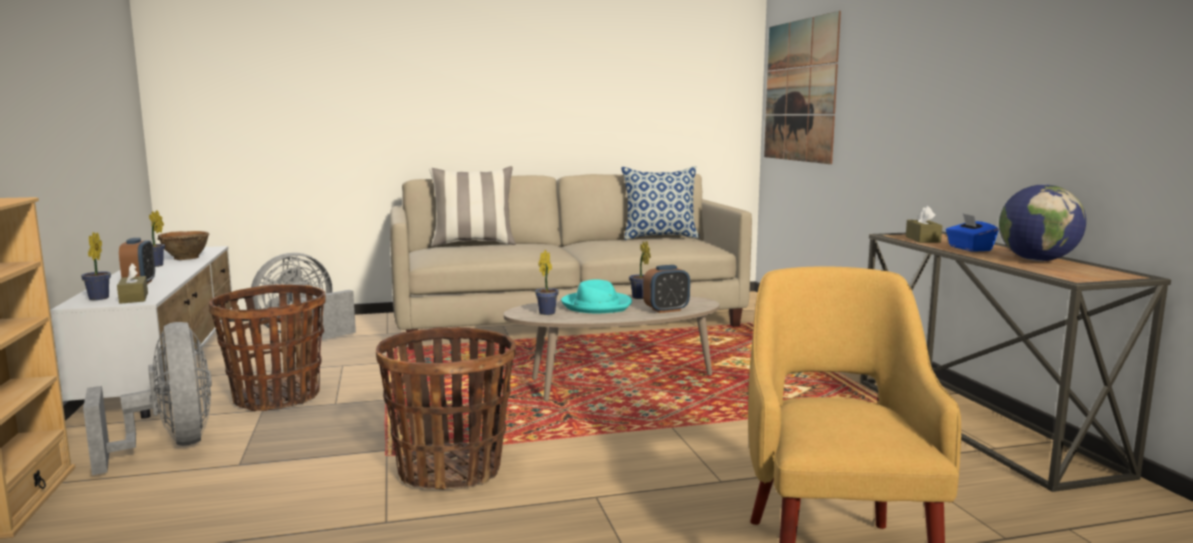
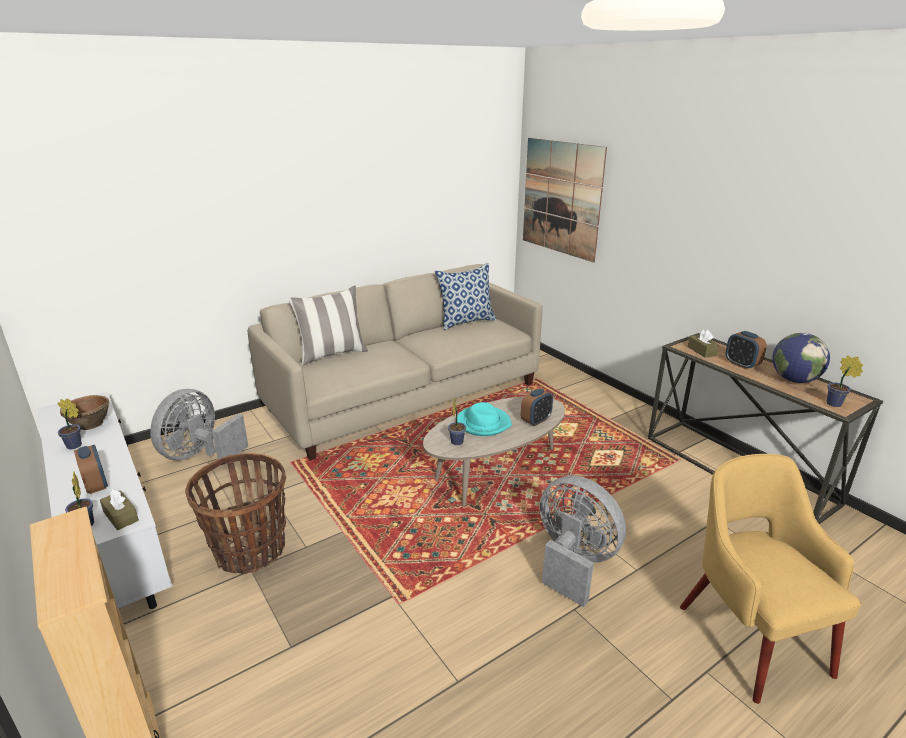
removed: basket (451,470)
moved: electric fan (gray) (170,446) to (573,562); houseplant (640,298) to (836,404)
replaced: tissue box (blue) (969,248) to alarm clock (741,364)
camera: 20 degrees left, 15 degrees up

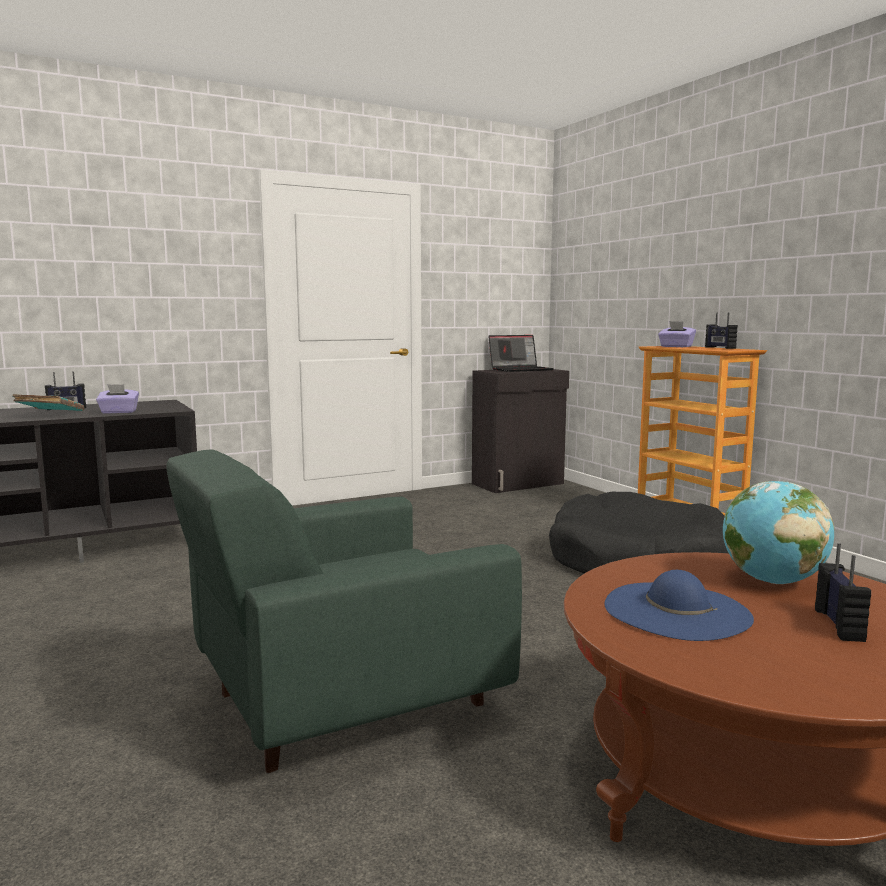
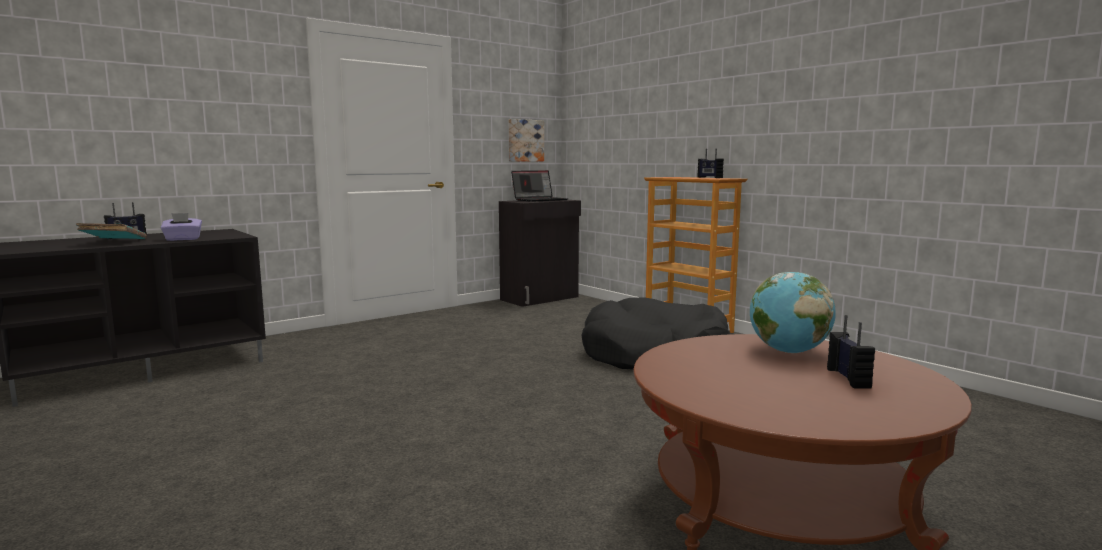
removed: easy chair (green-coloured) (341,701); clothing hat (blue) (676,610); tissue box (purple-coloured) (676,346)
added: picture (525,140)
camera: 10 degrees left, 0 degrees up

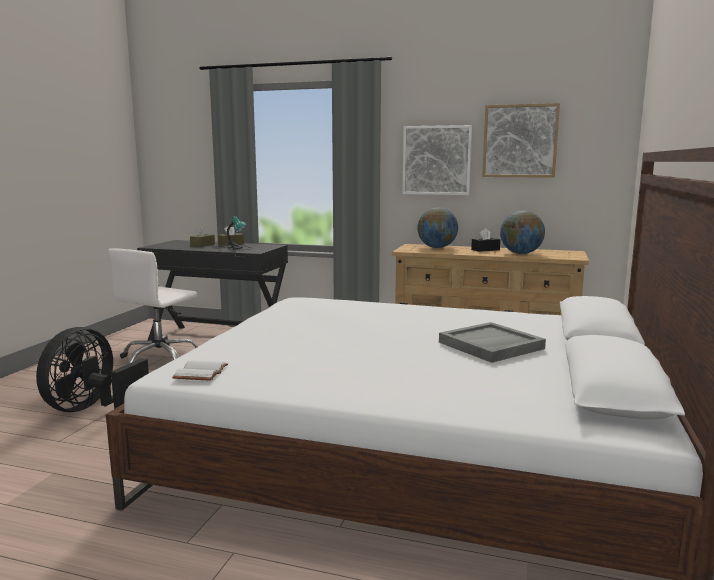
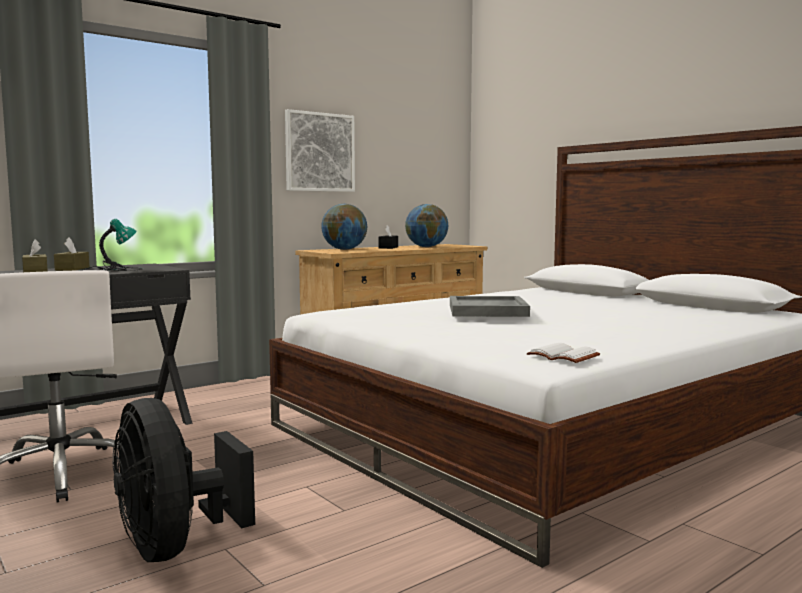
removed: picture (520,141)
moved: carrying tray (gray) (491,346) to (488,311)
camera: 55 degrees left, 5 degrees down

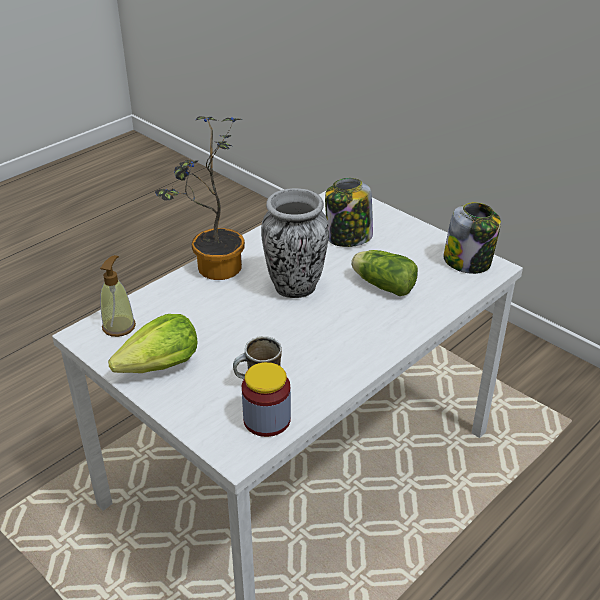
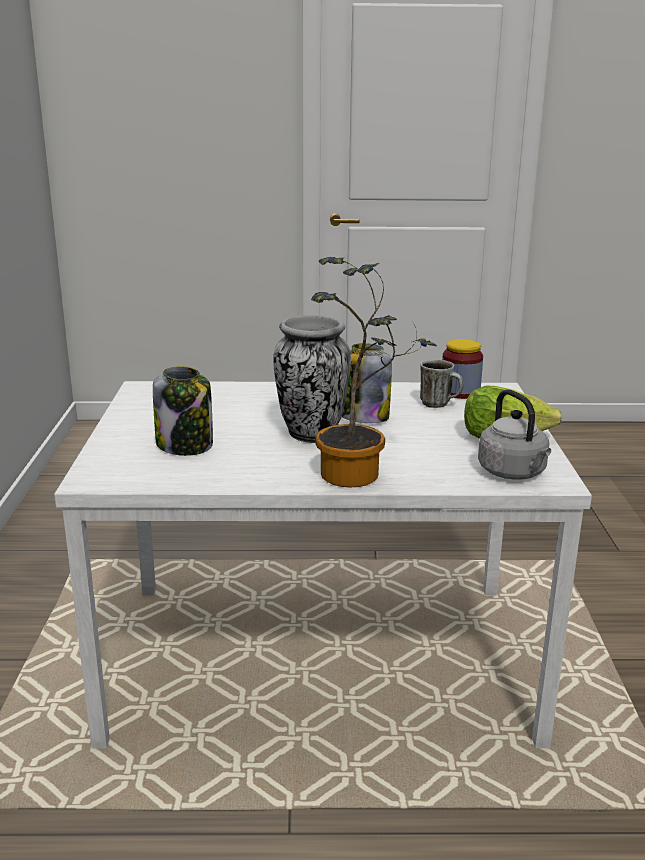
removed: lettuce (382,284)
moved: storage jar (468,262) to (363,417)
replaced: liquid soap bottle (119,326) to tea kettle (gray) (514,473)
camera: 135 degrees left, 15 degrees down

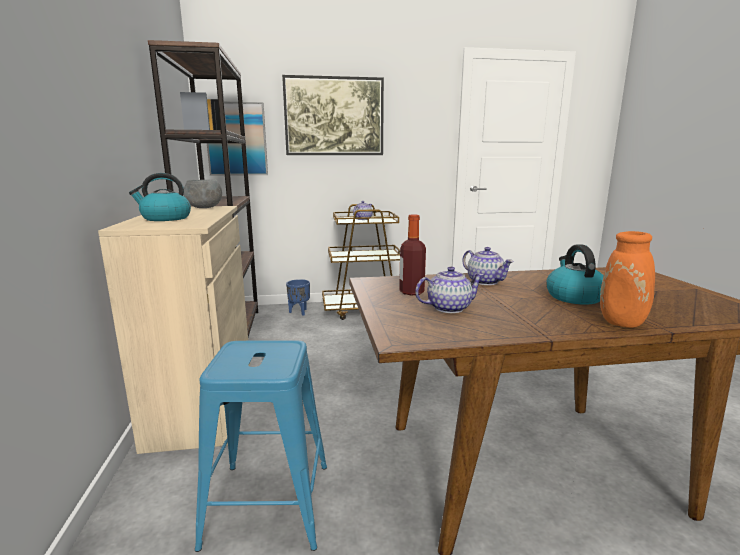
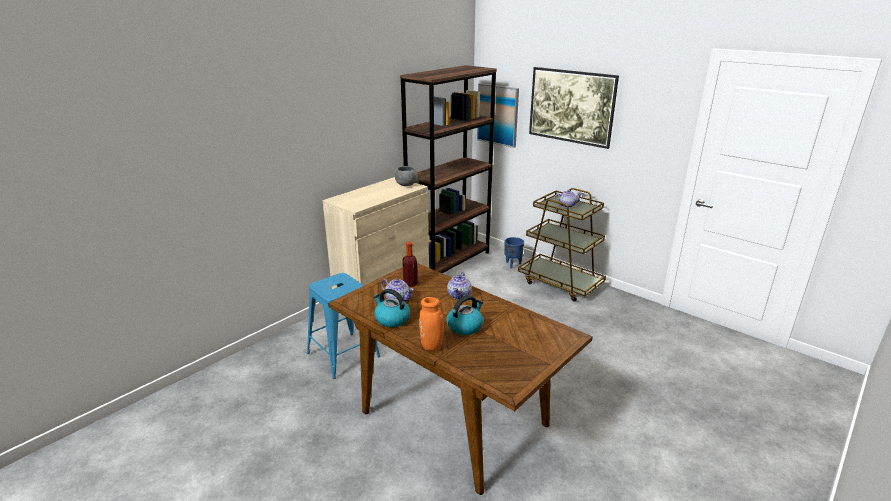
moved: tea kettle (165,218) to (391,319)
camera: 50 degrees right, 10 degrees up

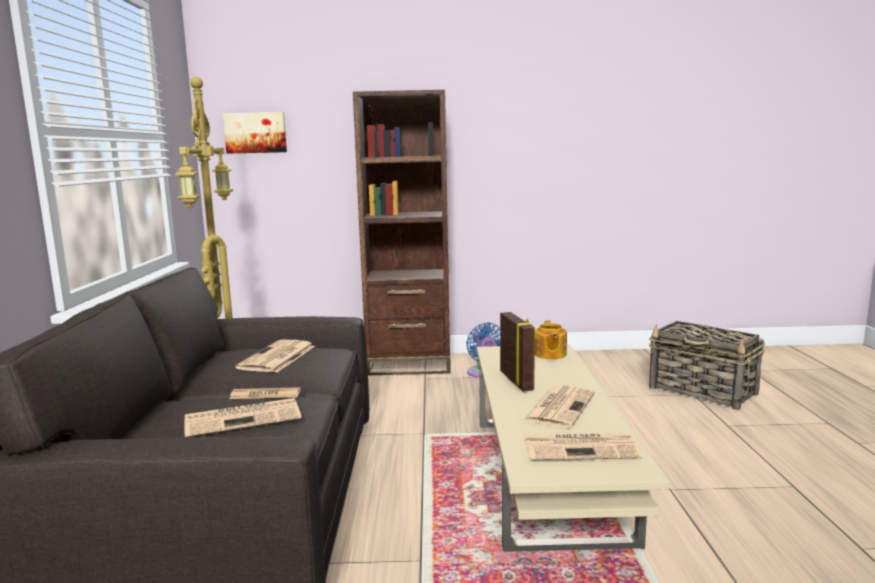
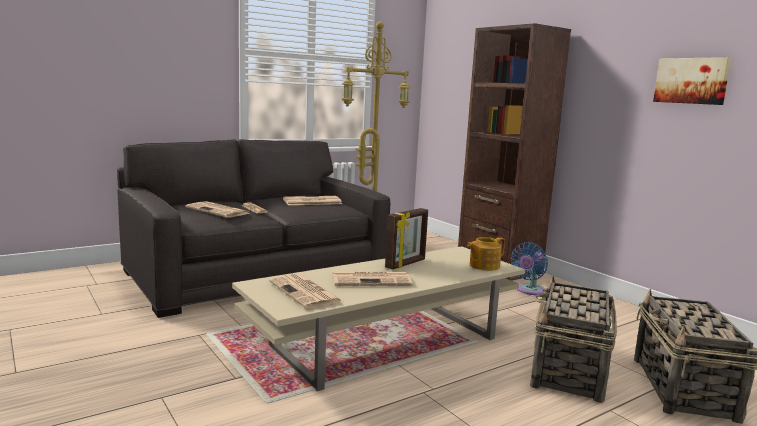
added: basket (568,371)
moved: picture (255,133) to (691,81)
camera: 55 degrees right, 0 degrees up

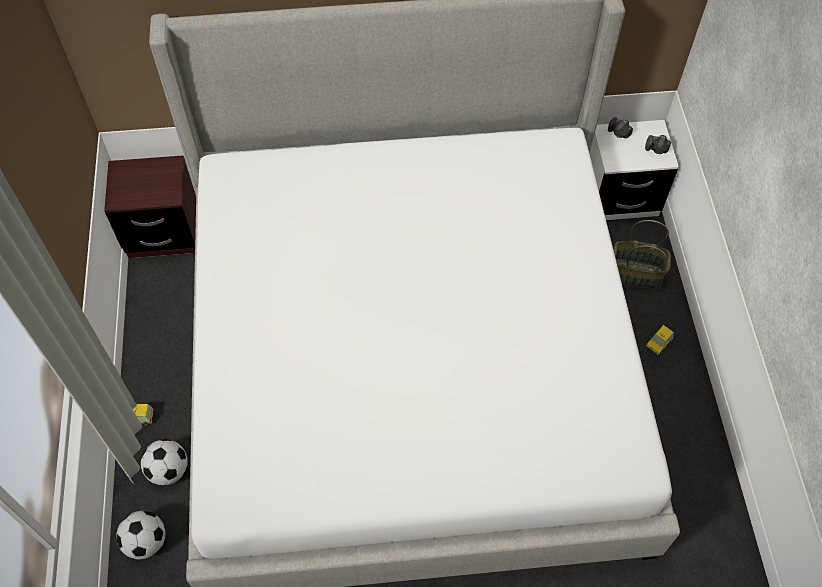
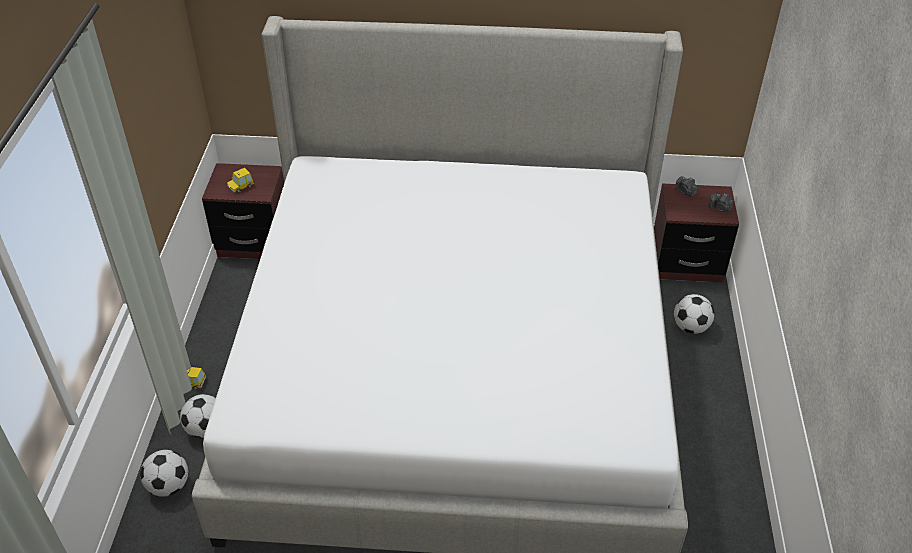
moved: model car (658,343) to (240,186)
replaced: basket (634,274) to ball for football (690,327)
recoloured: night table (white-coloured) (619,197) to night table (brown-coloured) (686,263)
camera: 10 degrees right, 15 degrees down

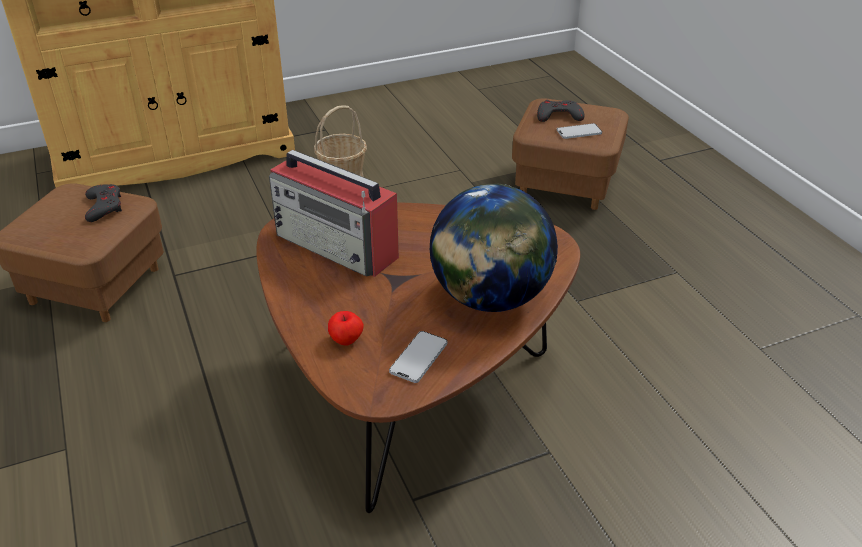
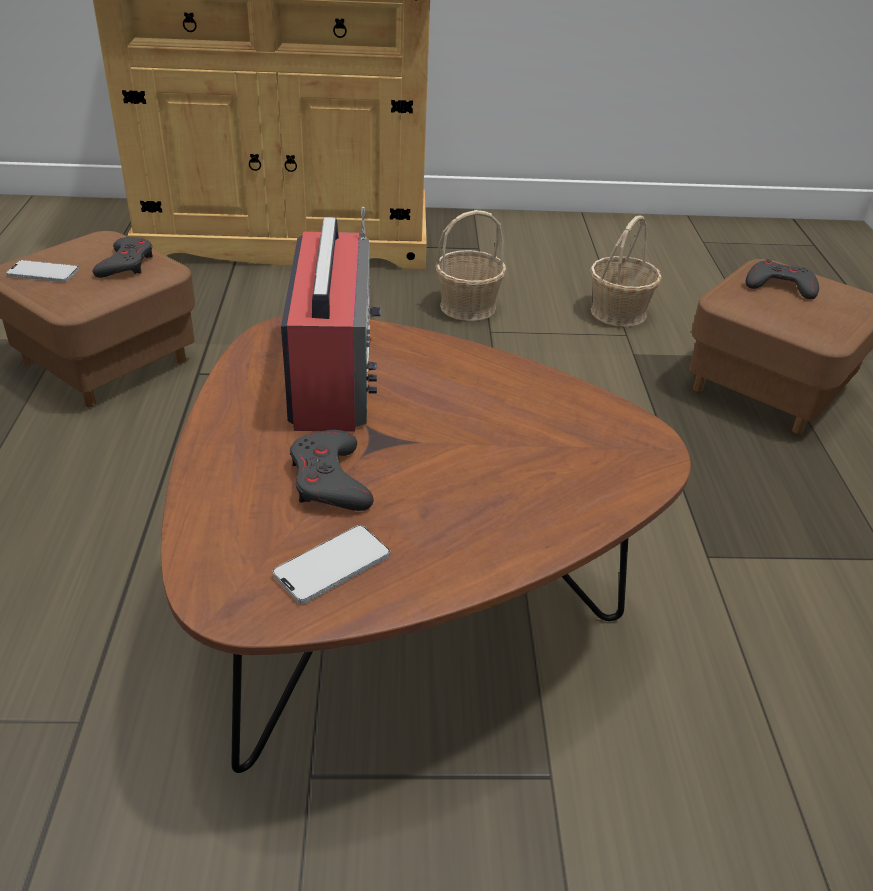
removed: whole apple (346,340); world globe (490,298)
added: gamepad (gray) (330,480); basket (619,312)
moved: phone (579,132) to (43,273)
turned: radio (338,246) = (332,373) 150 degrees counterclockwise
camera: 20 degrees right, 0 degrees up

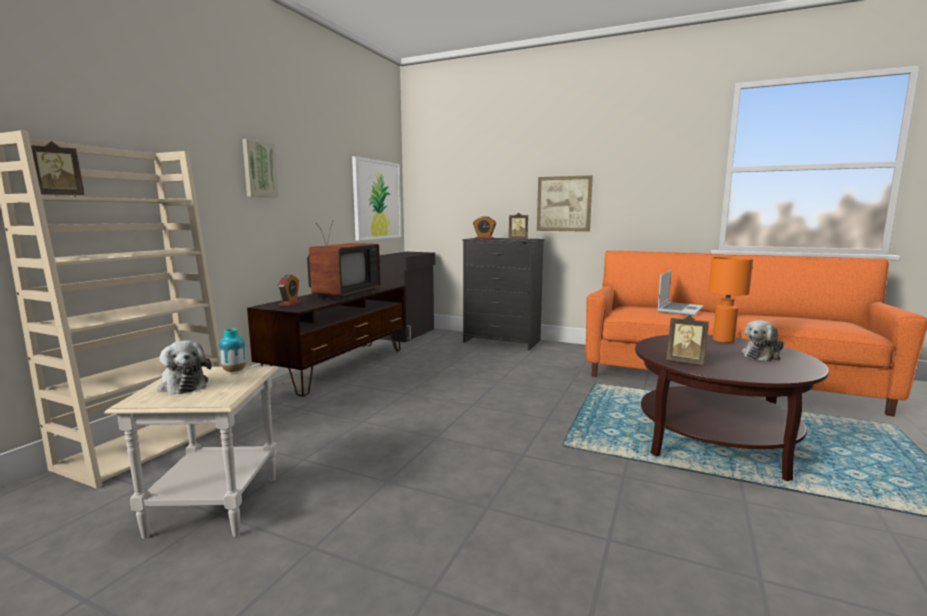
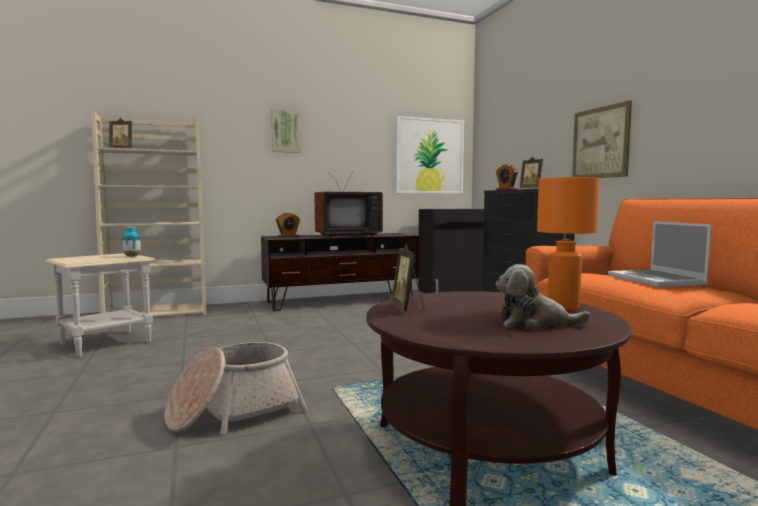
removed: soft toy (183,385)
added: basket (234,411)
turned: laptop (679,310) = (657,280) 90 degrees clockwise
camera: 45 degrees right, 5 degrees down

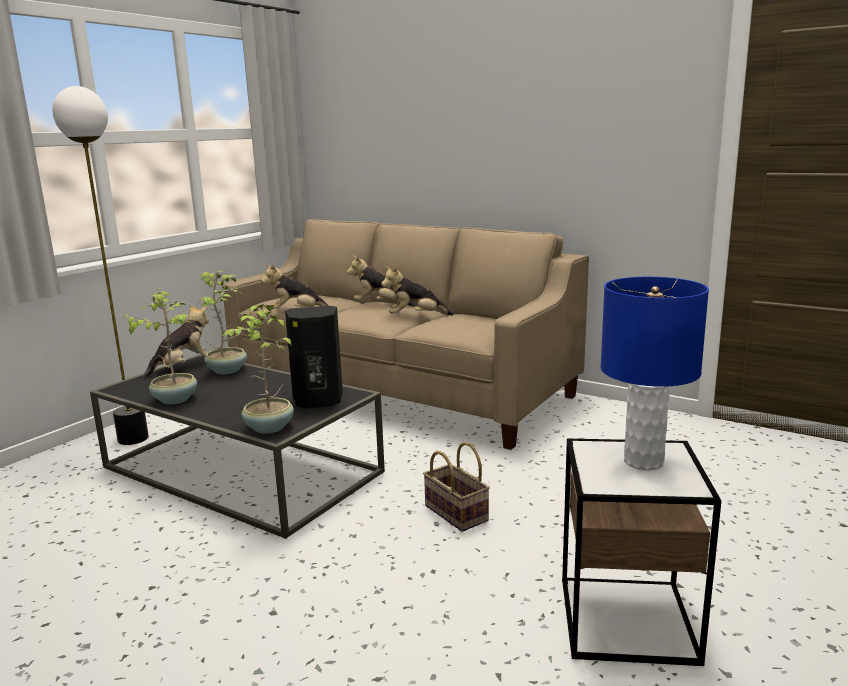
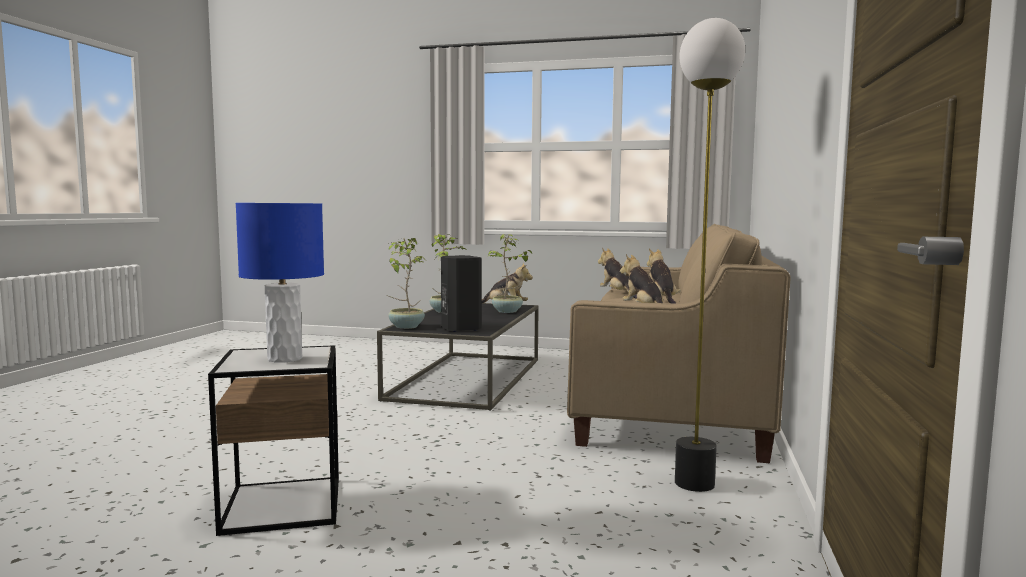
removed: basket (454,513)
moved: floor lamp (133,438) to (695,483)
camera: 70 degrees right, 10 degrees down

